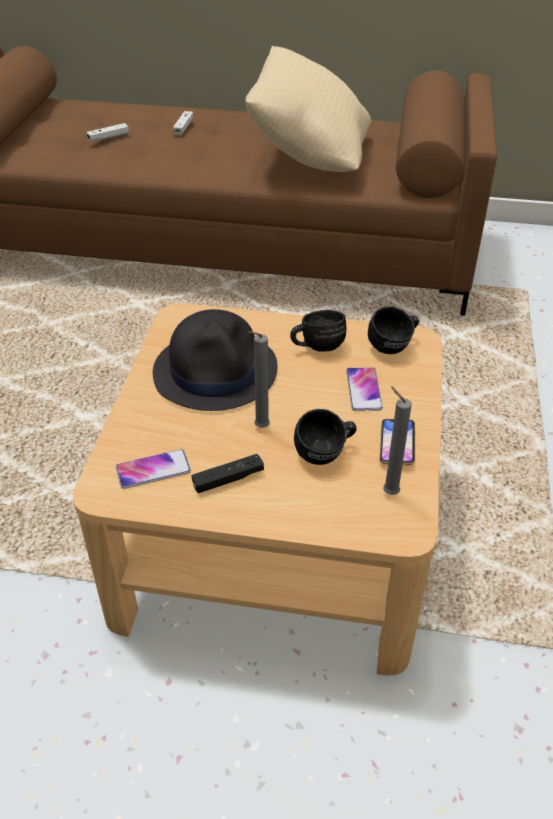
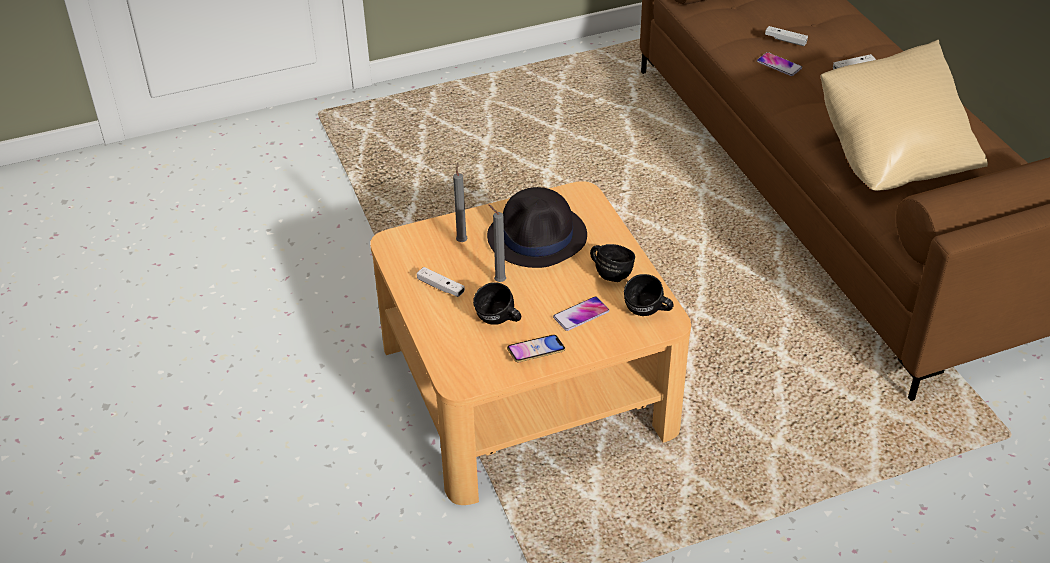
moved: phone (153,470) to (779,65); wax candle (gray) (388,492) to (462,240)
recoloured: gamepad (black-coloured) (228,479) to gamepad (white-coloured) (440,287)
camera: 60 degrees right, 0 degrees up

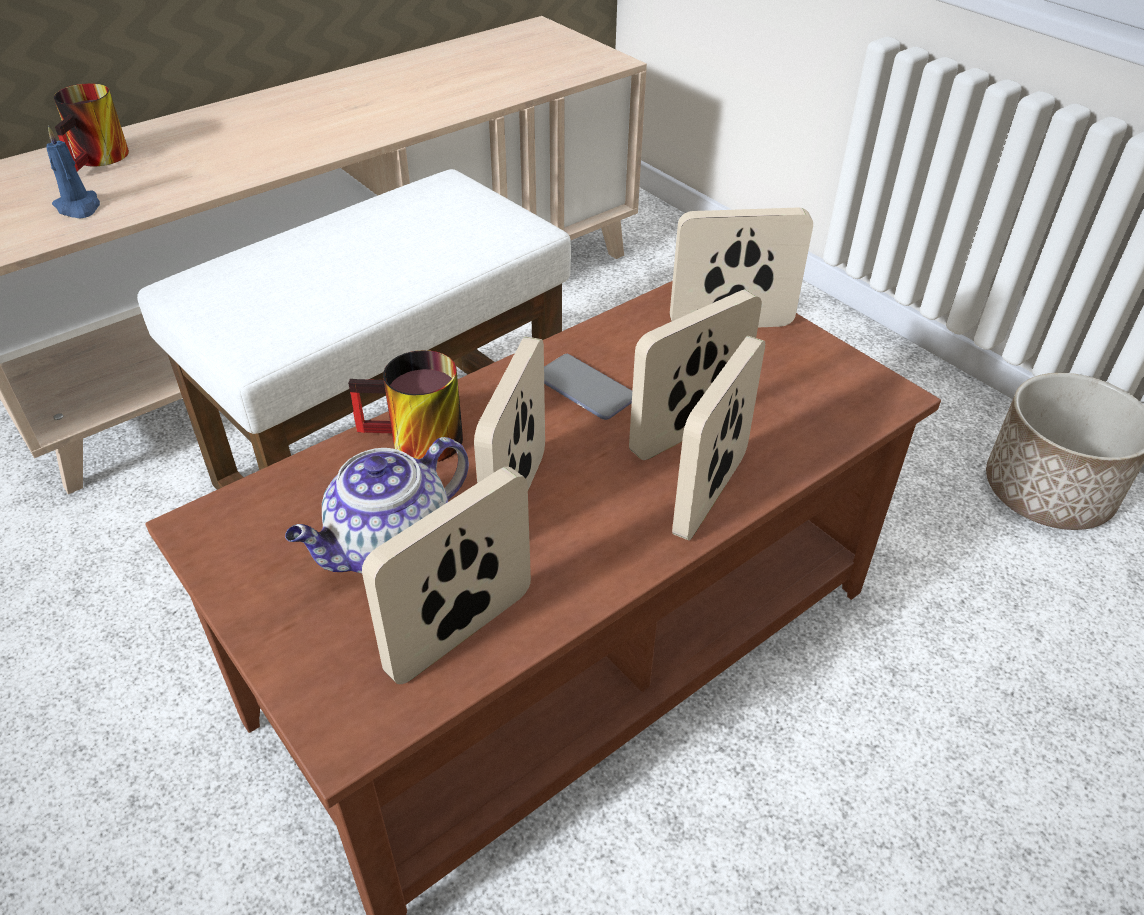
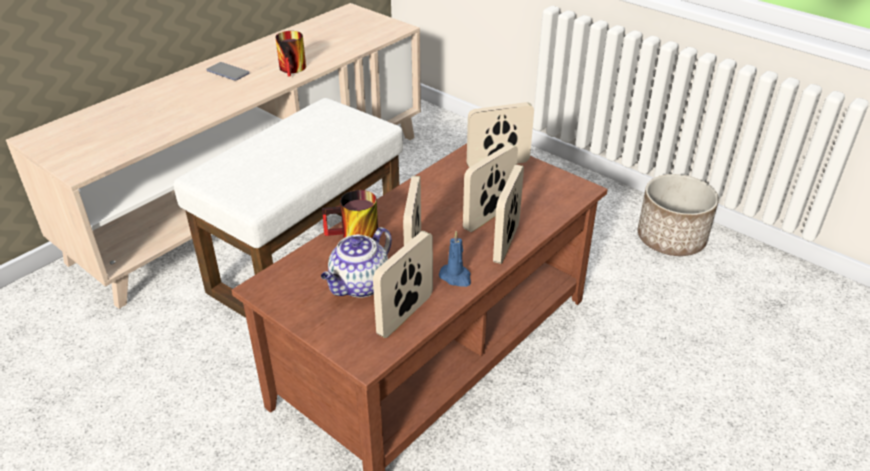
moved: wax candle (blue) (79,207) to (456,277); mug (102,159) to (294,69); phone (585,388) to (228,72)
camera: 10 degrees left, 5 degrees down

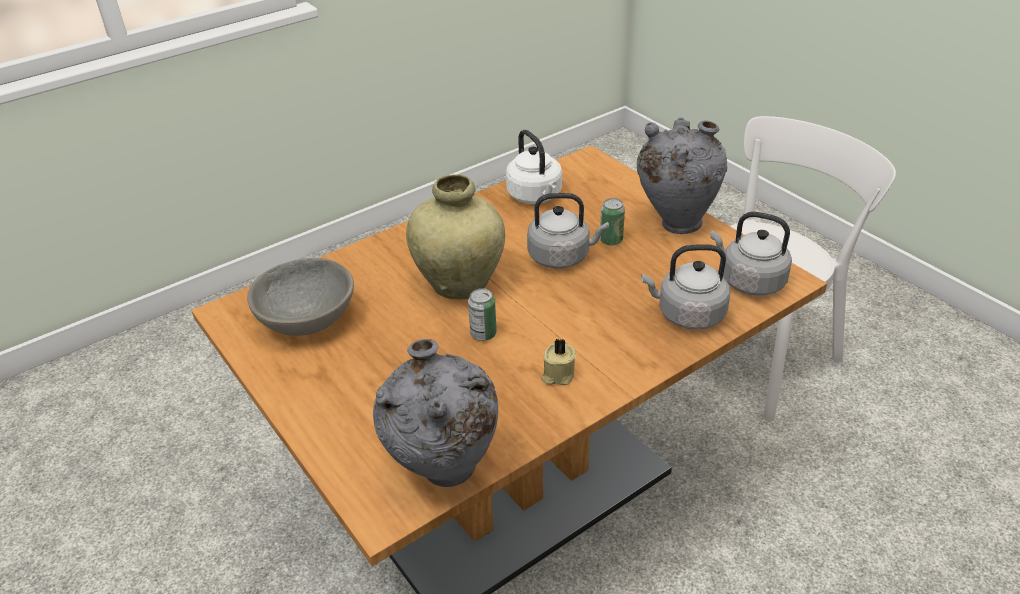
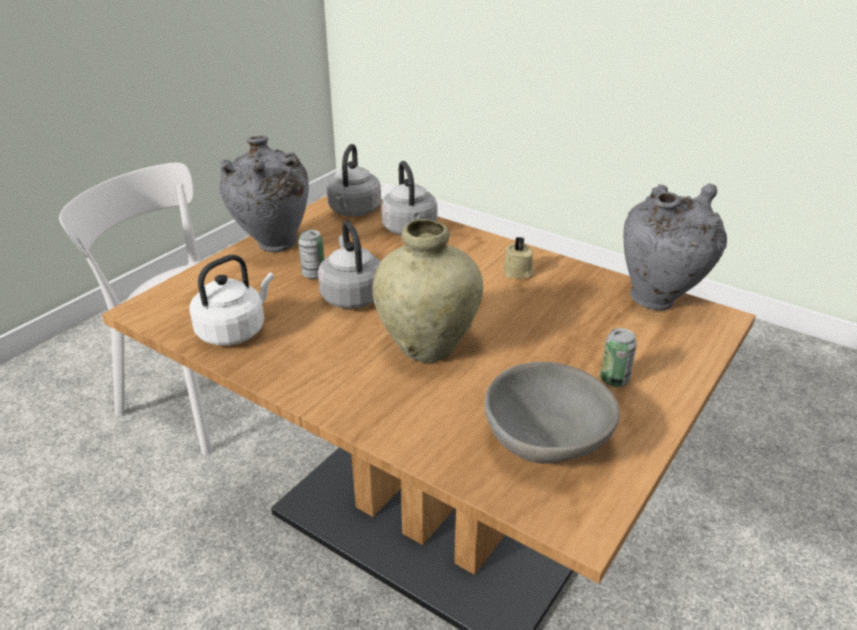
moved: can (483,334) to (614,380)
camera: 110 degrees left, 5 degrees down

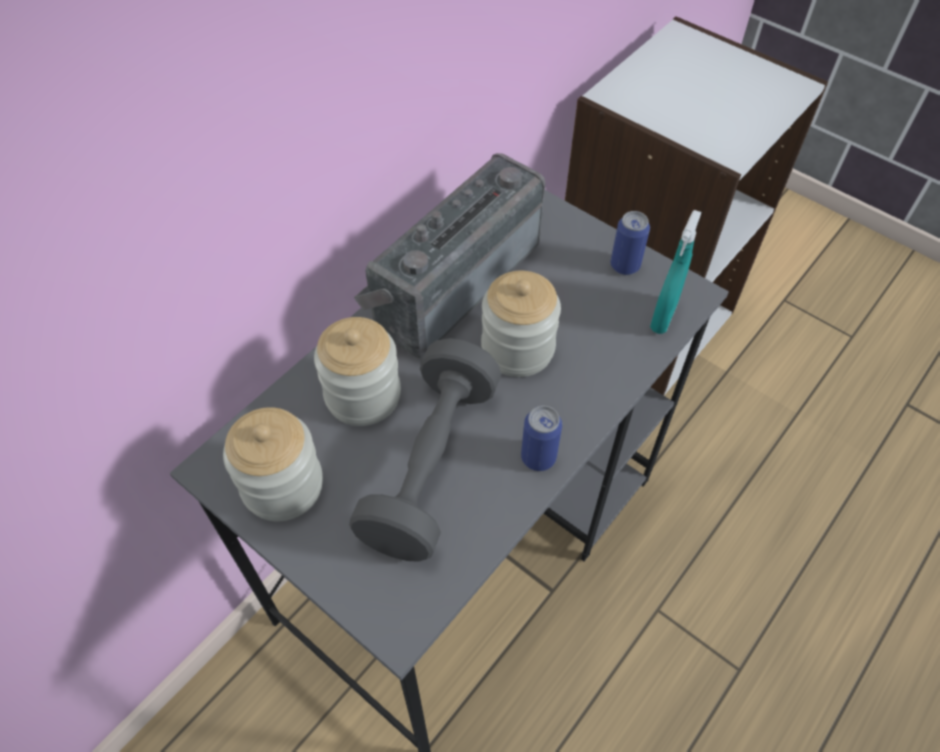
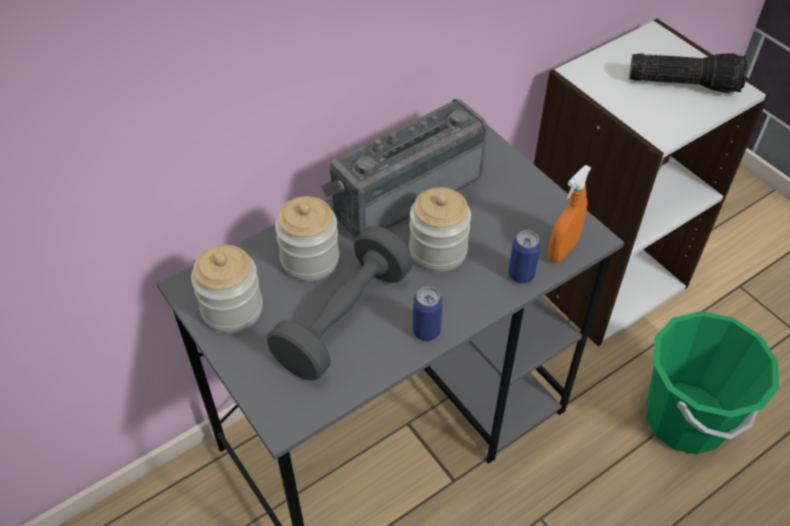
added: hand torch (684,82); pail (green-coloured) (686,418)
moved: can (625,265) to (521,275)
recoloured: sprayer (turquoise-coloured) (663,317) to sprayer (orange) (562,250)
camera: 15 degrees right, 5 degrees down

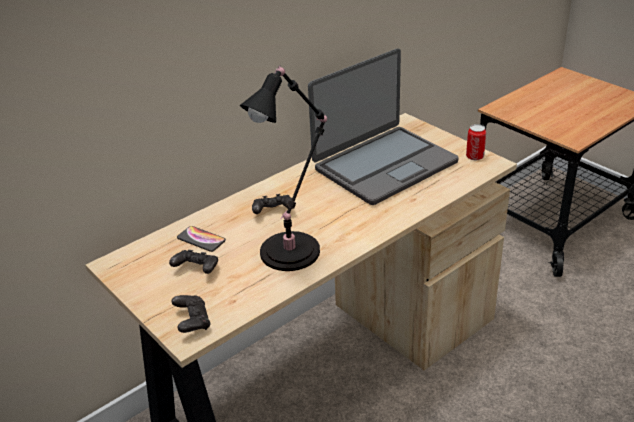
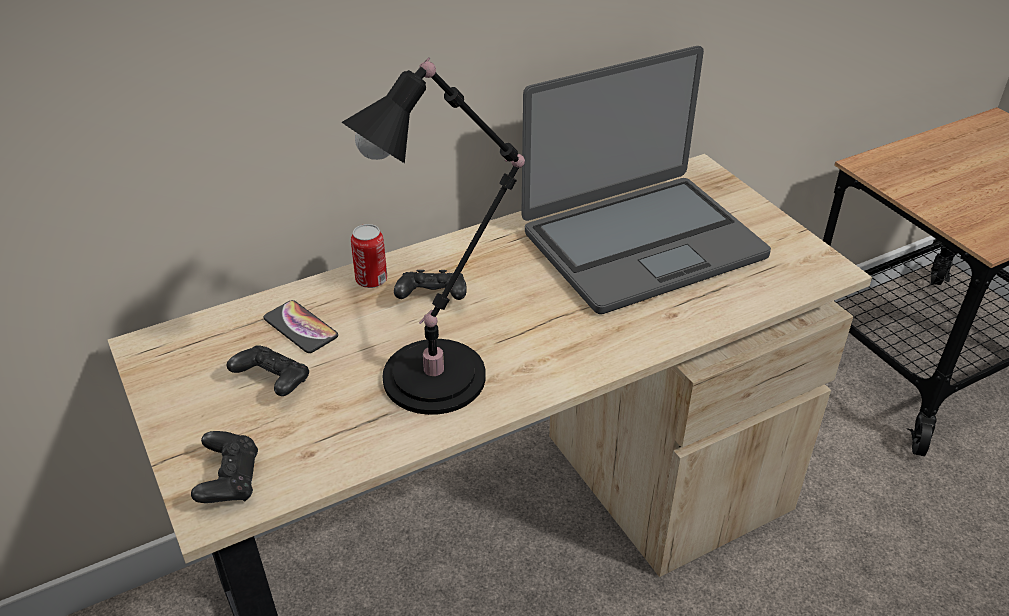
moved: can (474,156) to (371,280)
camera: 10 degrees right, 5 degrees up

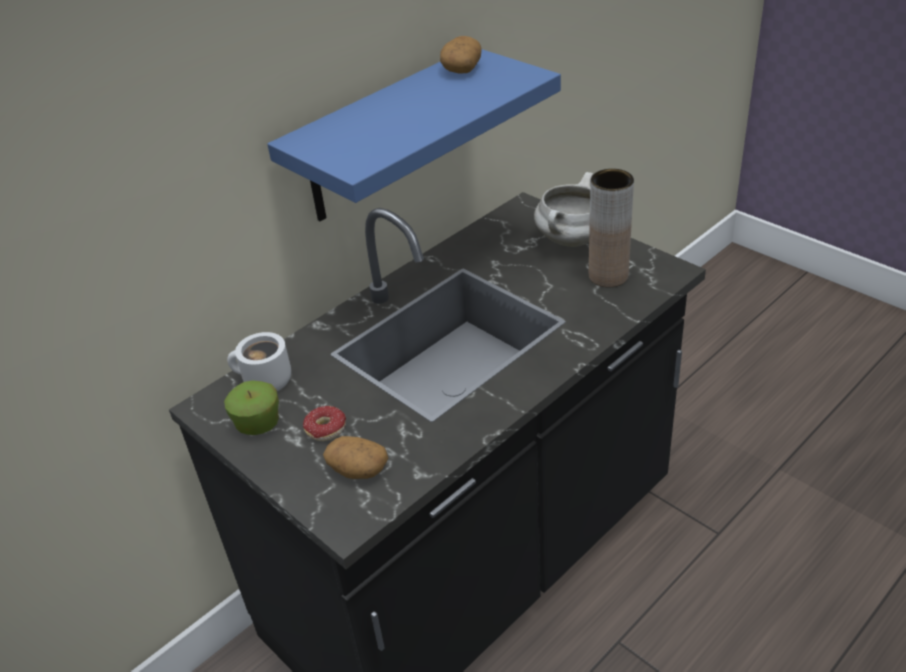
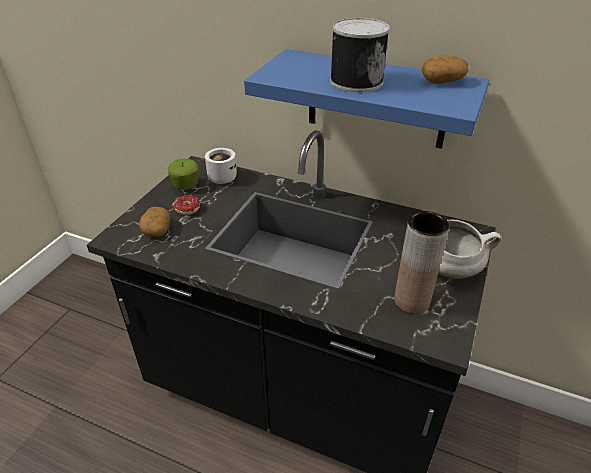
added: can (355,81)
camera: 65 degrees right, 0 degrees up

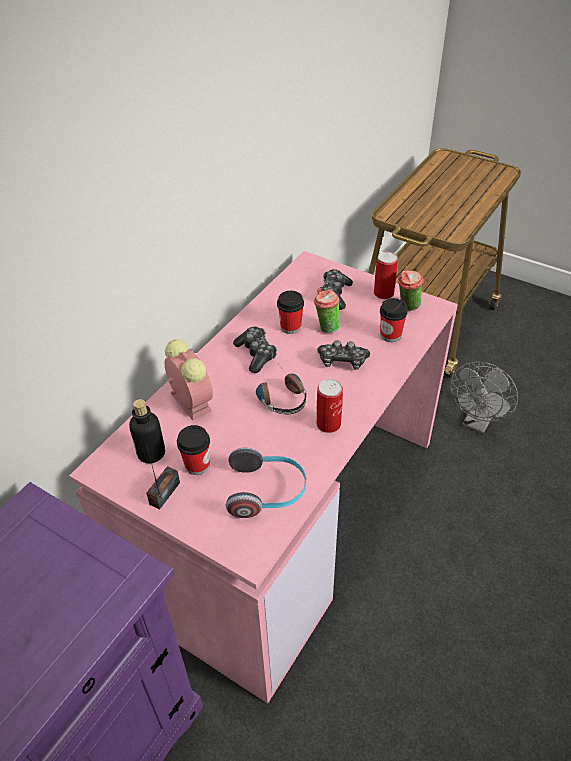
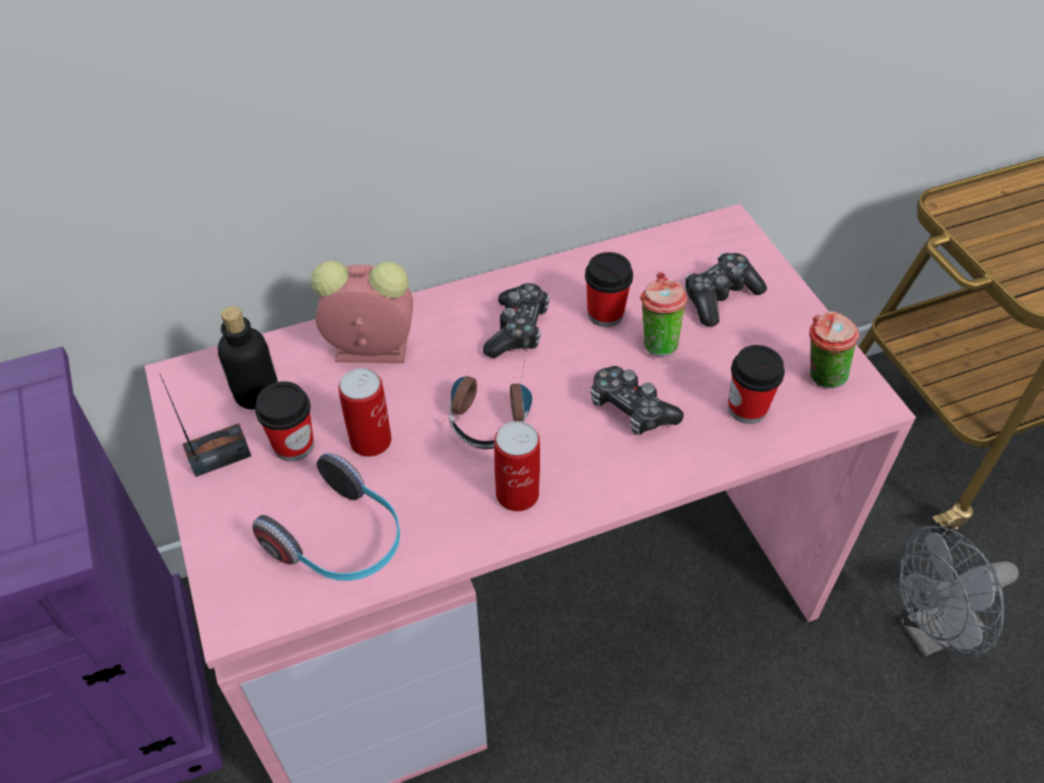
moved: can (383,293) to (370,441)
turned: alarm clock (190,401) = (368,350) 90 degrees counterclockwise
camera: 35 degrees right, 5 degrees up

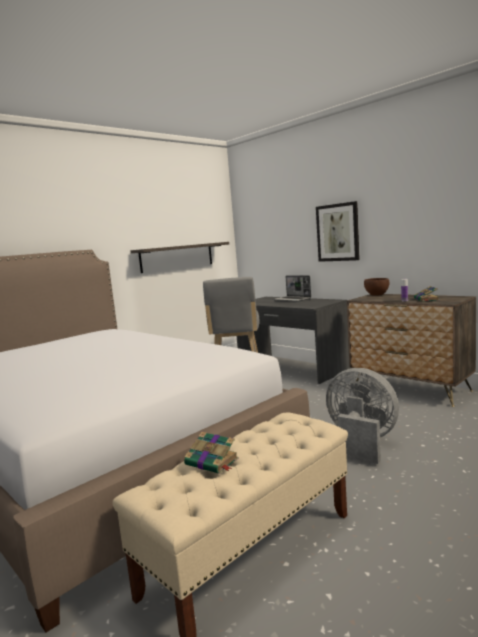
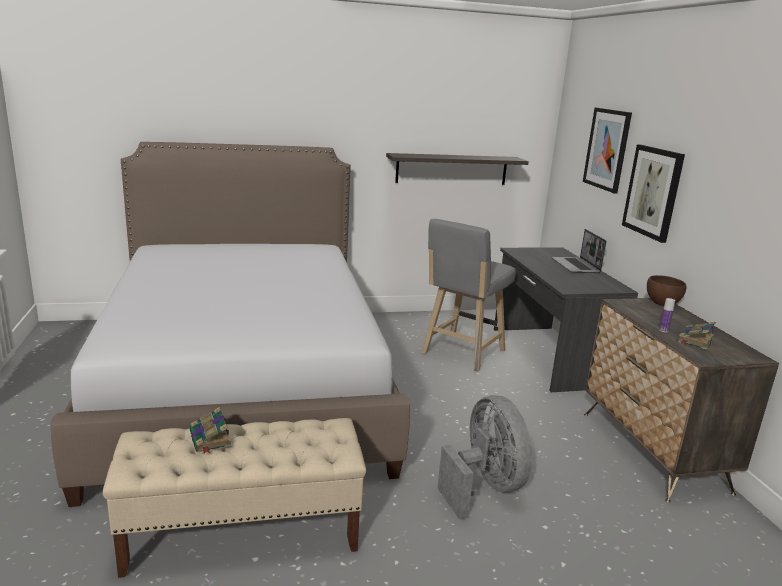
added: picture (607,149)
camera: 30 degrees right, 10 degrees up

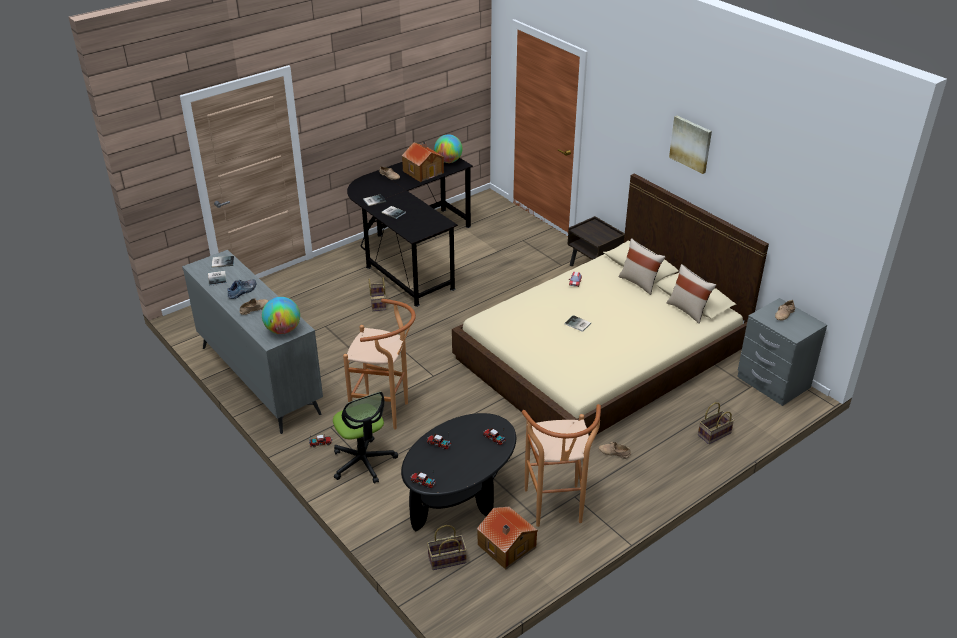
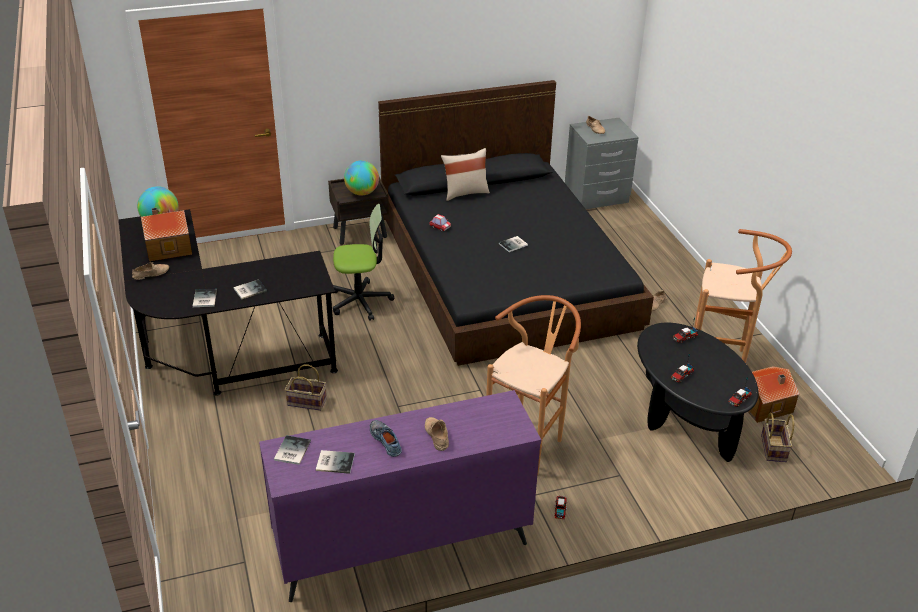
removed: cushion (beige-coloured) (688,310); picture (691,144); basket (714,434)
moved: world globe (283,330) to (362,193); computer chair (363,462) to (360,301)
recoloured: drawer chest (gray) (260,379) to drawer chest (purple-coloured) (402,547); bed (beige-coloured) (601,353) to bed (black-coloured) (505,269)
camera: 70 degrees left, 0 degrees up

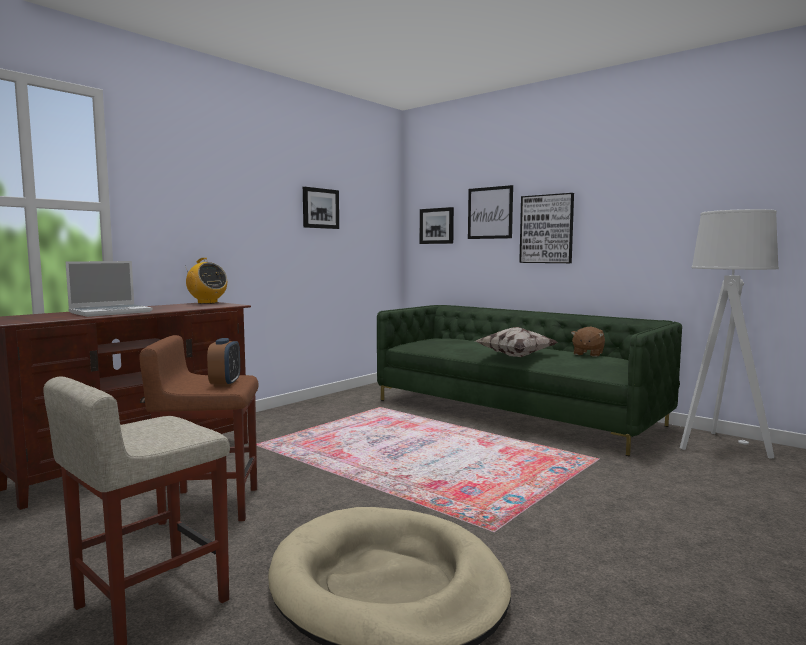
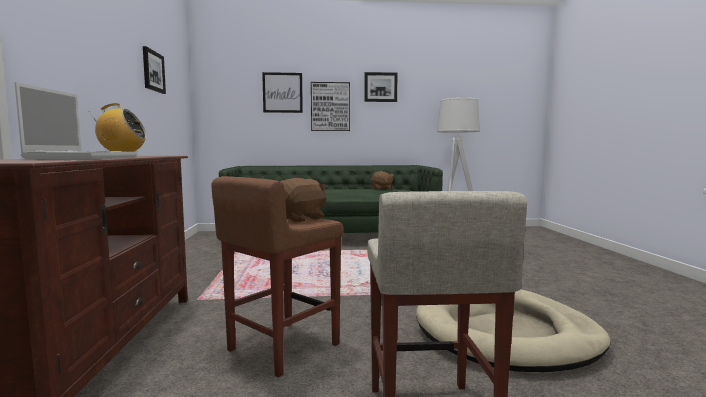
removed: cushion (515,355)
moved: picture (437,226) to (380,87)
replaced: alarm clock (225,383) to soft toy (brown-coloured) (299,219)
camera: 45 degrees left, 0 degrees up

